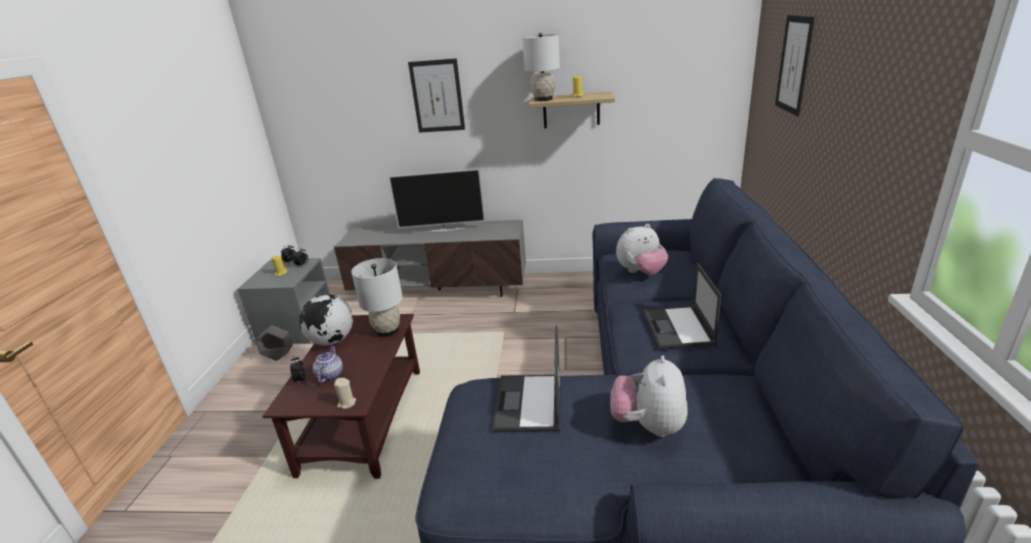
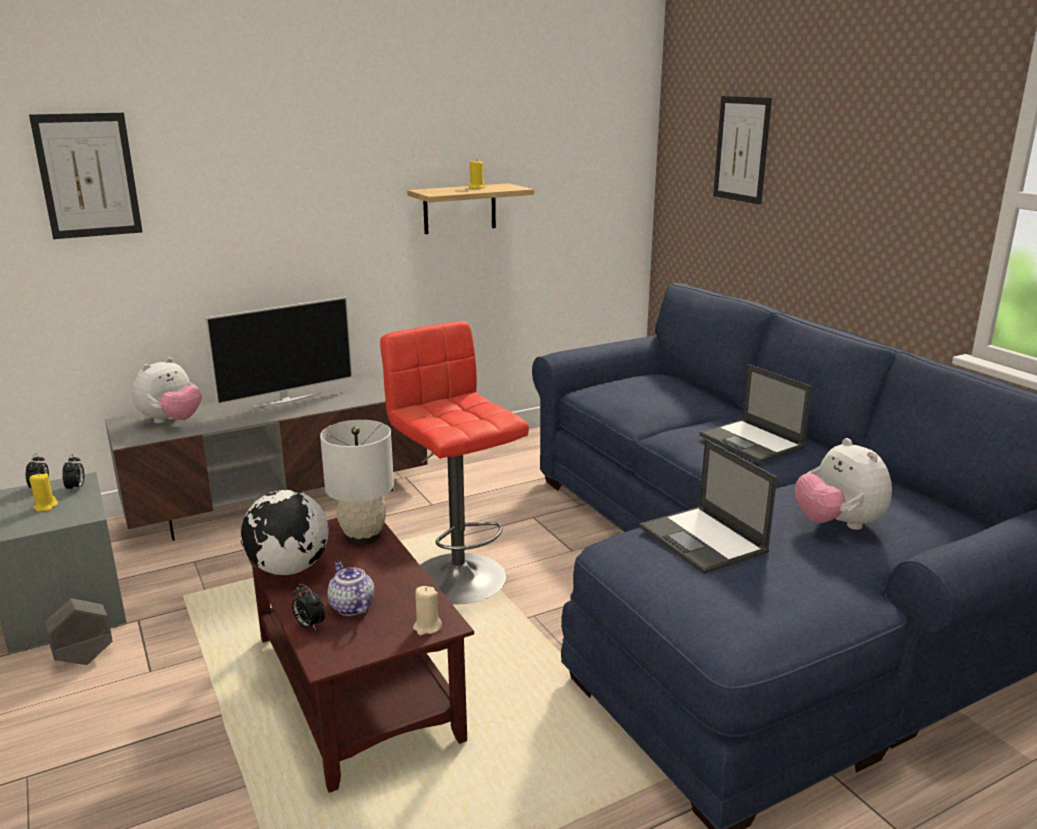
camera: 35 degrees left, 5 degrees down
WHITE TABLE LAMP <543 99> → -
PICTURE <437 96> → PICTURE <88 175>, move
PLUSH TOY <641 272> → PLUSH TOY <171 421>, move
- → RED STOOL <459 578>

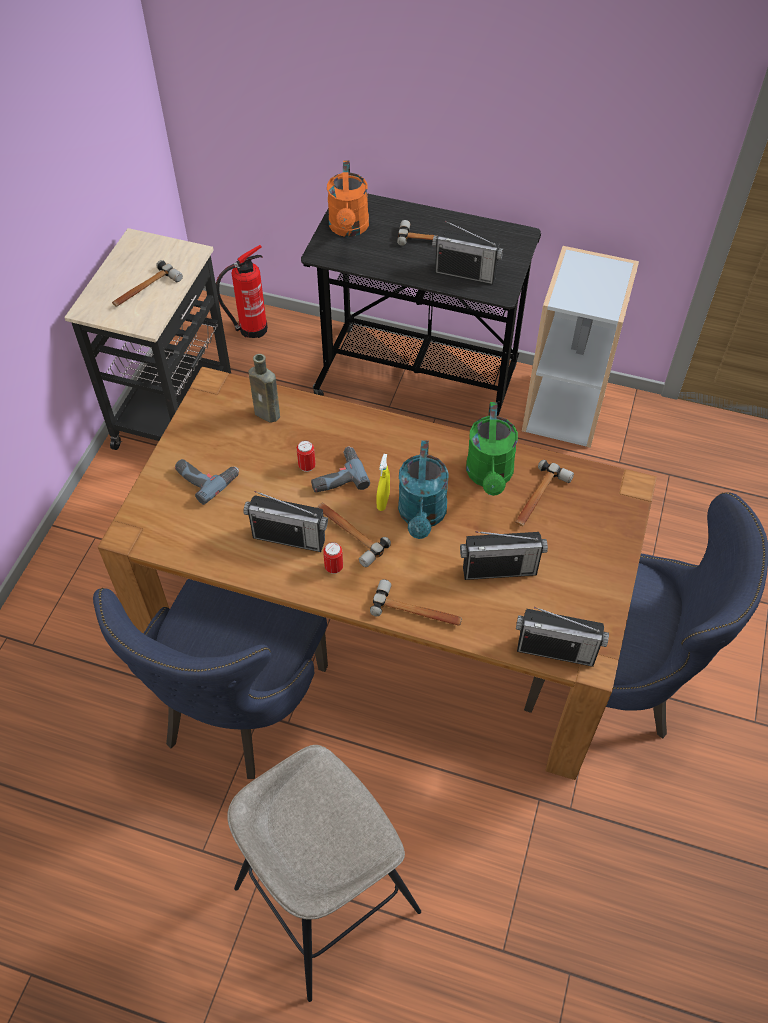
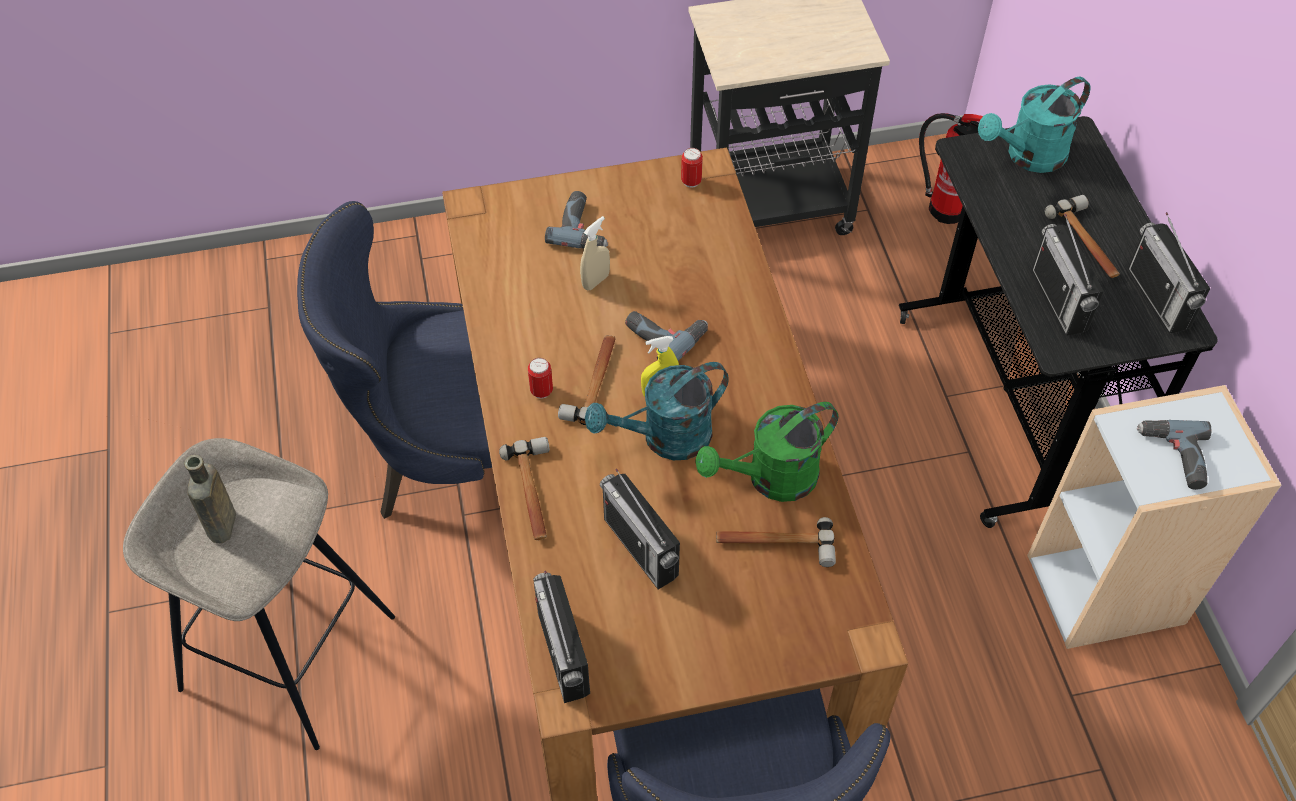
camera: 60 degrees right, 0 degrees up
ORANGE WATERING CAN <349 229> → TURQUOISE WATERING CAN <1028 157>
HAMMER <145 290> → -
BROWN BOTTLE <269 414> → BROWN BOTTLE <222 528>, move
CAN <307 466> → CAN <691 181>, move
RADIO <289 538> → RADIO <1158 298>, move
- → BEIGE SPRAY BOTTLE <596 281>
- → POWER DRILL <1174 457>

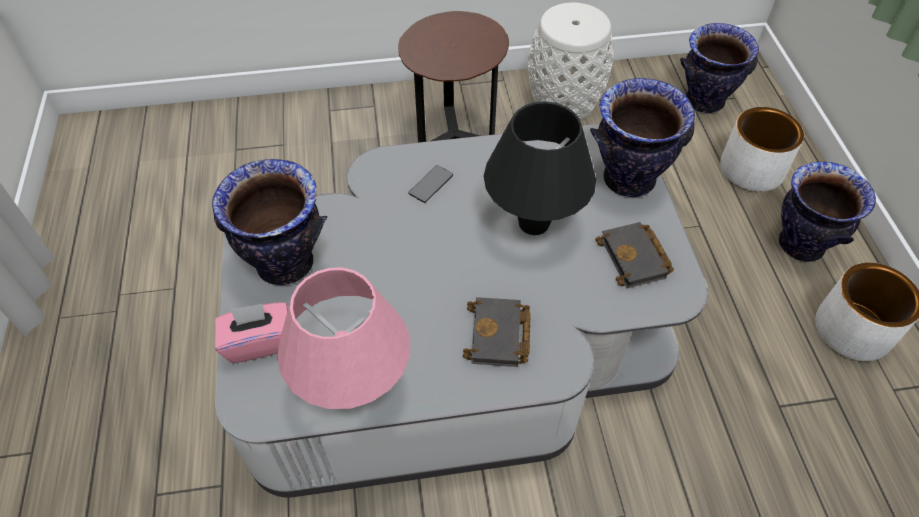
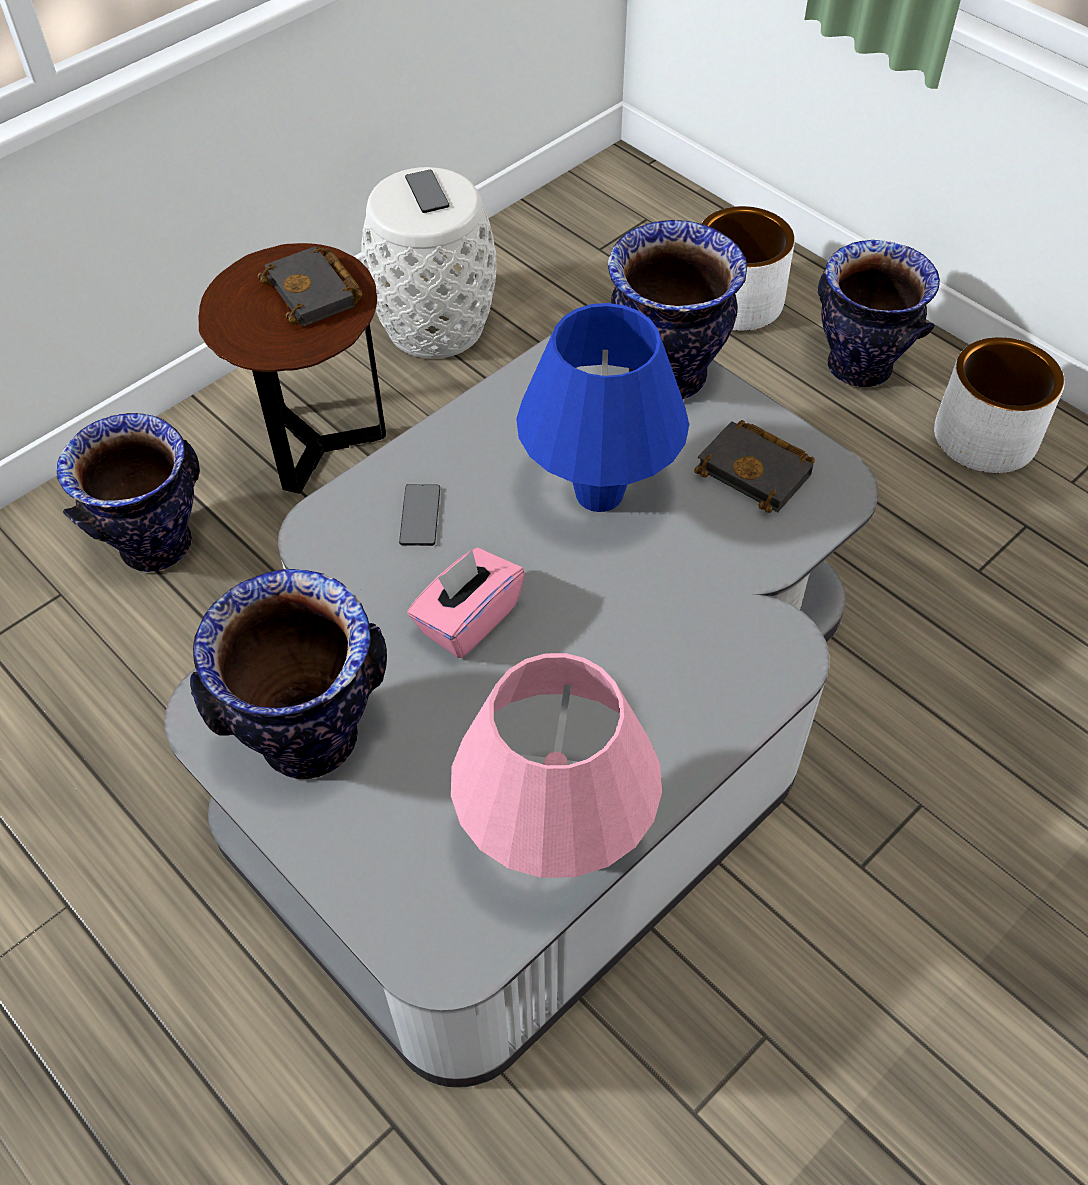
camera: 35 degrees left, 0 degrees up
VASE <704 101> → VASE <155 545>, move
BLACK TABLE LAMP <533 223> → BLUE TABLE LAMP <599 494>
BLACK BOOK <499 337> → BLACK BOOK <316 293>, move
PINK TISSUE BOX <259 342> → PINK TISSUE BOX <468 619>, move
- → PHONE <427 192>

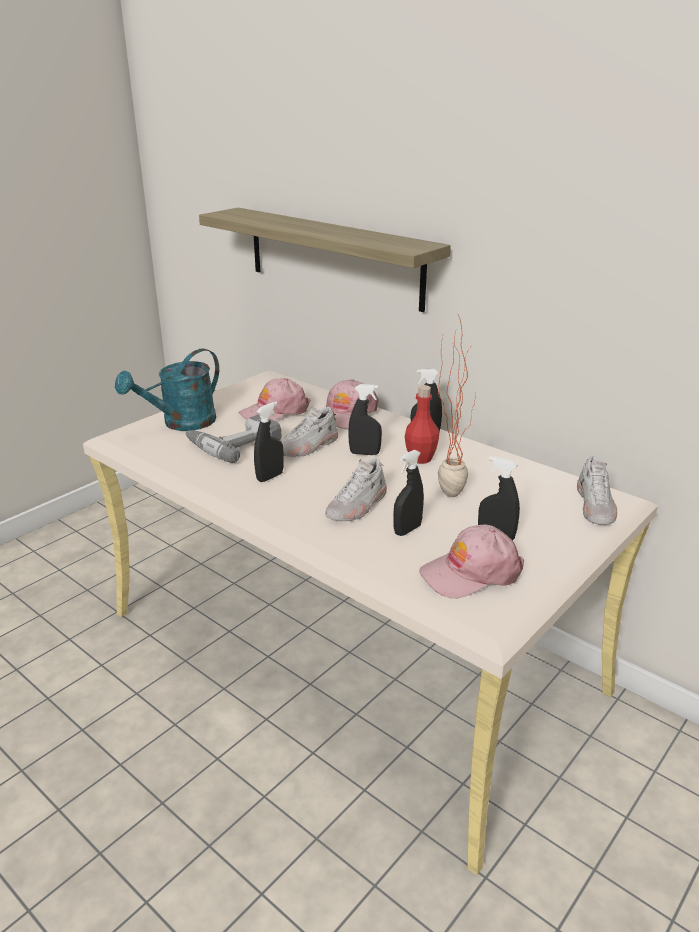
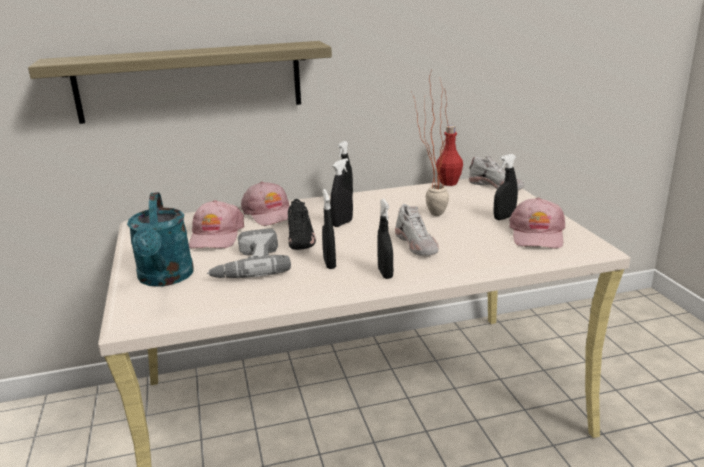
camera: 55 degrees left, 5 degrees down
RED BOTTLE <420 458> → RED BOTTLE <449 183>, move
WHITE SHOE <307 447> → BLACK SHOE <301 239>
BLACK SPRAY BOTTLE <407 530> → BLACK SPRAY BOTTLE <385 273>, move

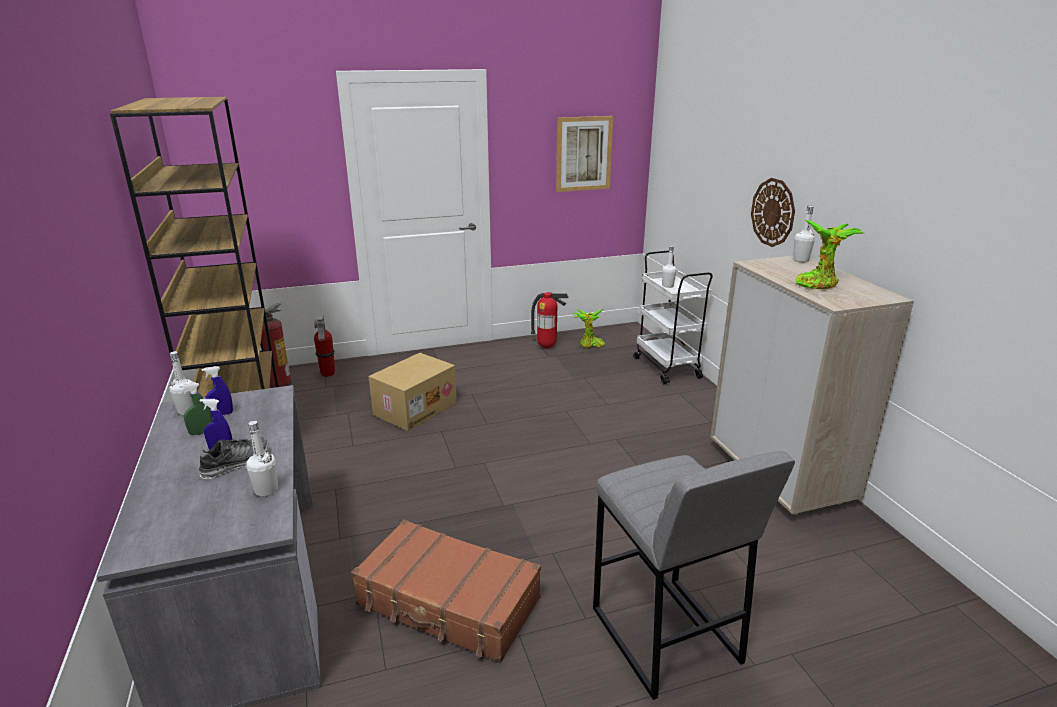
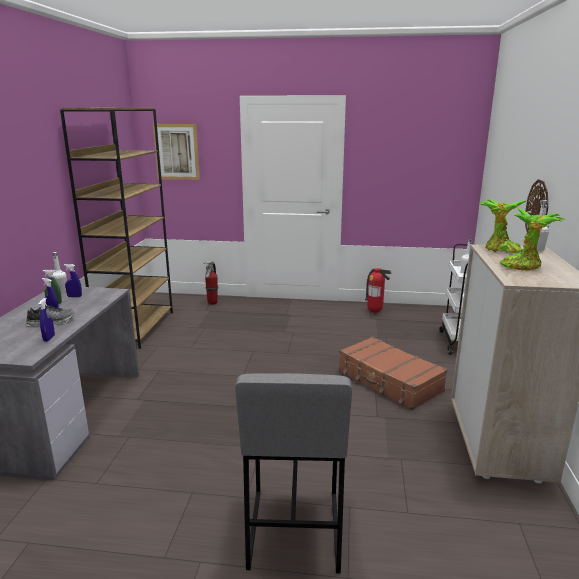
camera: 25 degrees right, 5 degrees down
PICTURE <583 154> → PICTURE <176 152>, move
FIRE EXTINGUISHER <280 383> → -
POTTED PLANT <590 345> → POTTED PLANT <499 250>, move
CARDBOARD BOX <415 408> → -
WHITE BOTTLE <266 490> → BLUE SPRAY BOTTLE <49 338>
BROWN SUITCASE <448 603> → BROWN SUITCASE <389 382>, move

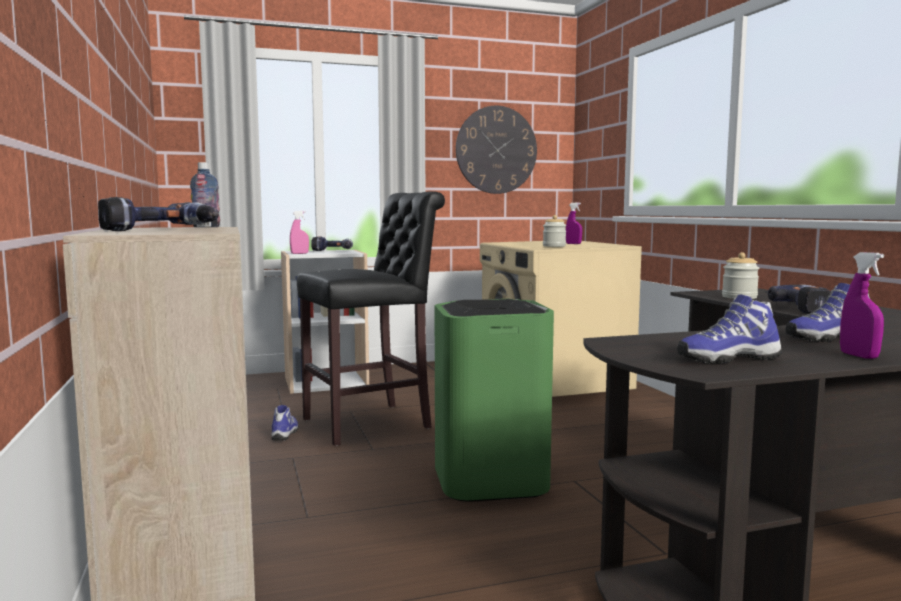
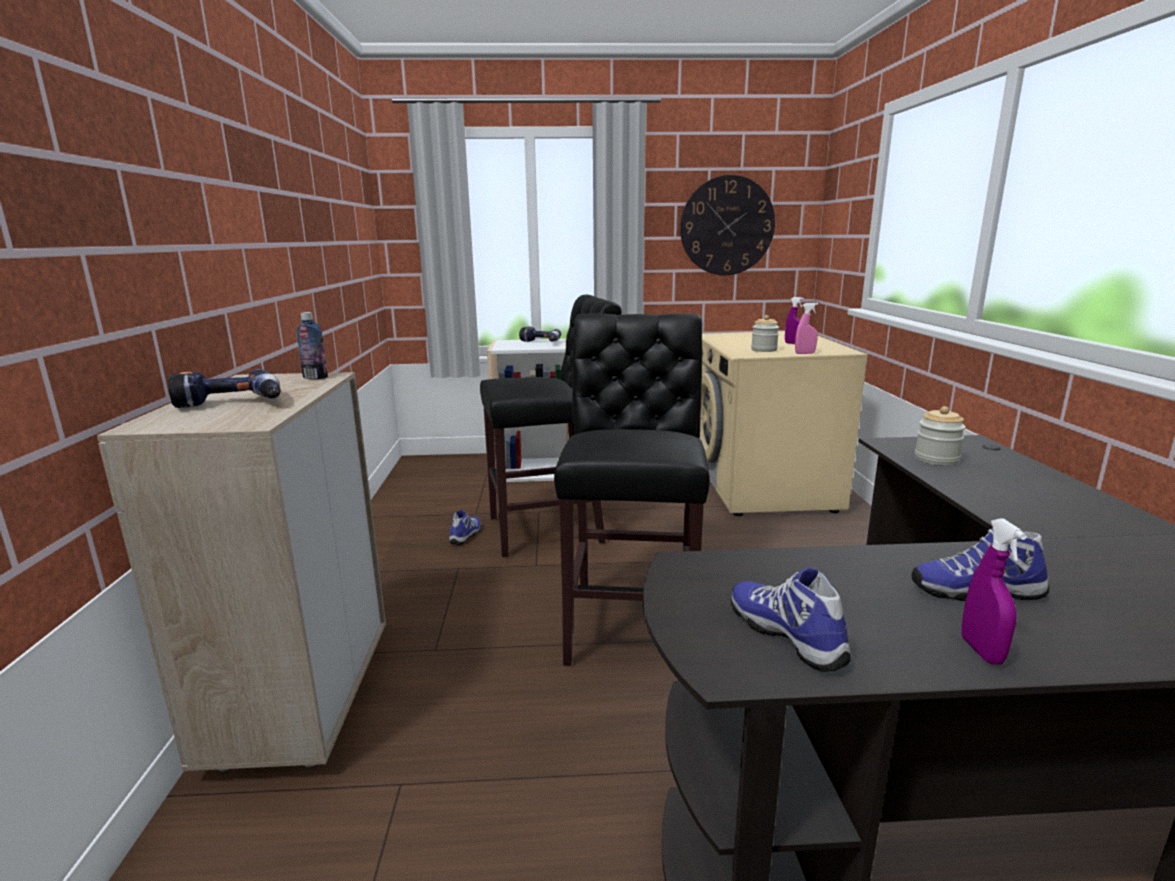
camera: 15 degrees right, 10 degrees up
PINK SPRAY BOTTLE <299 253> → PINK SPRAY BOTTLE <805 353>, move
POWER DRILL <811 309> → -
SHOE <727 359> → SHOE <788 635>, 60 degrees clockwise
GREEN TRASH CAN <491 478> → BLACK STOOL <633 622>

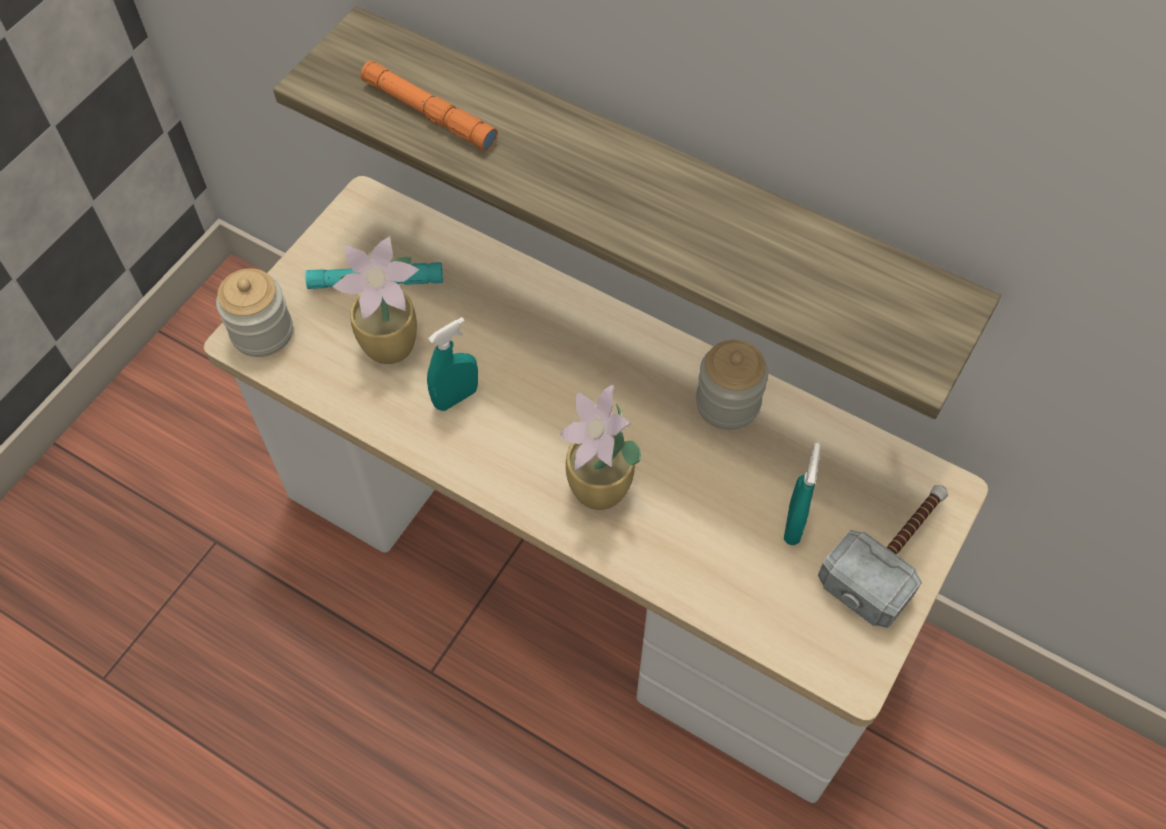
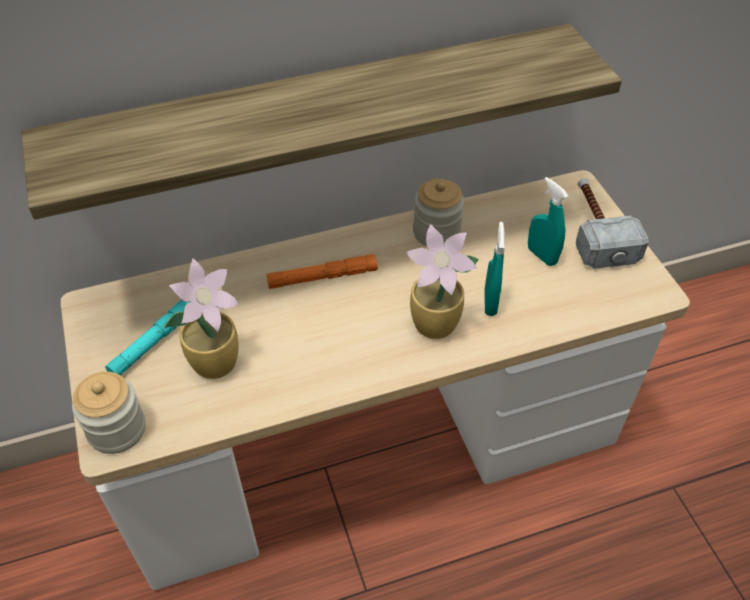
camera: 50 degrees left, 10 degrees down
ORANGE FLASHLIGHT <429 113> → ORANGE FLASHLIGHT <322 277>, move
TURQUOISE SPRAY BOTTLE <456 397> → TURQUOISE SPRAY BOTTLE <490 303>, move

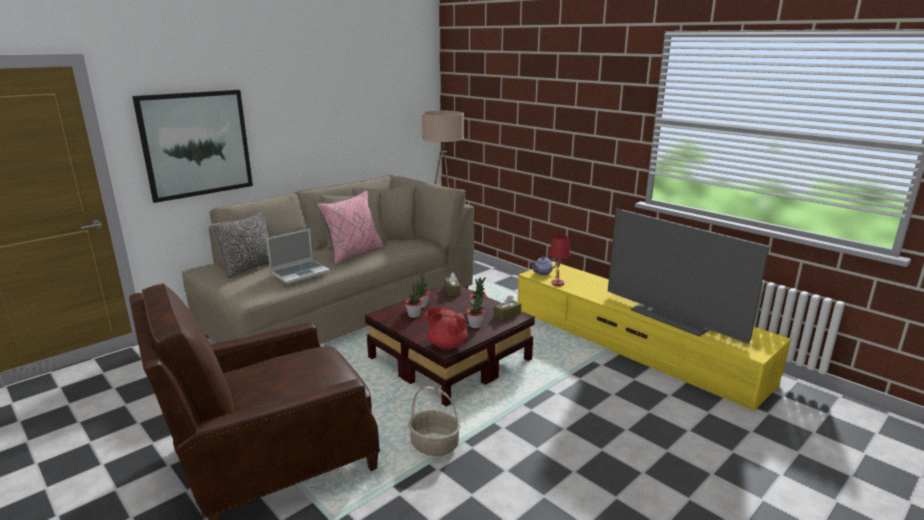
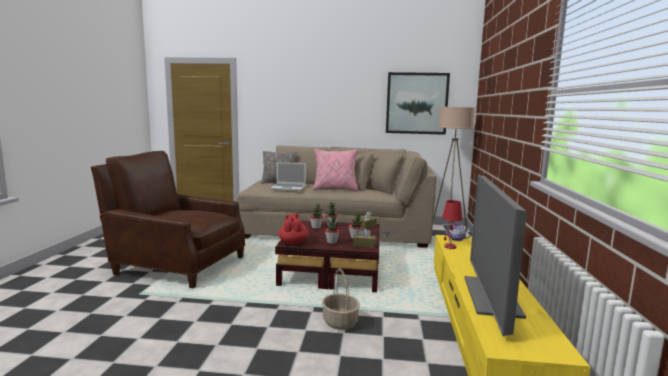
camera: 50 degrees right, 10 degrees down
PICTURE <196 144> → PICTURE <416 103>, move
BASKET <435 445> → BASKET <340 322>, move

